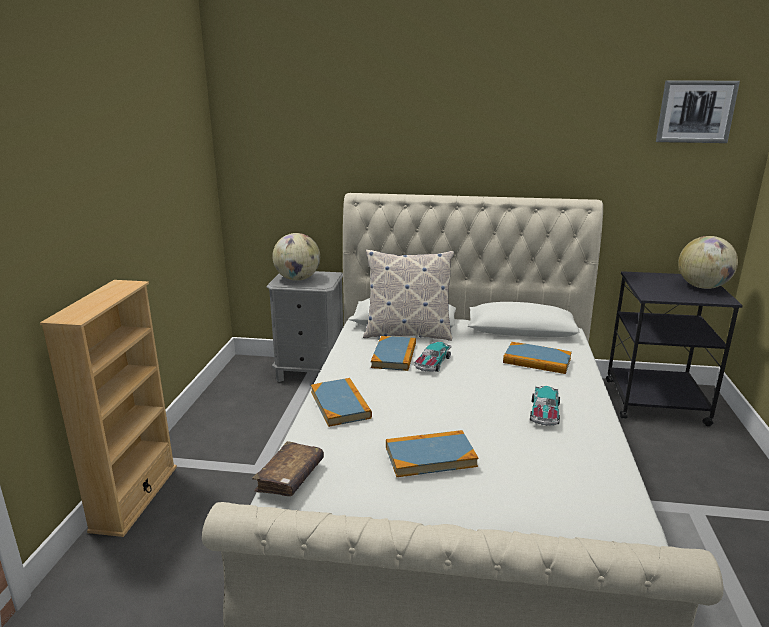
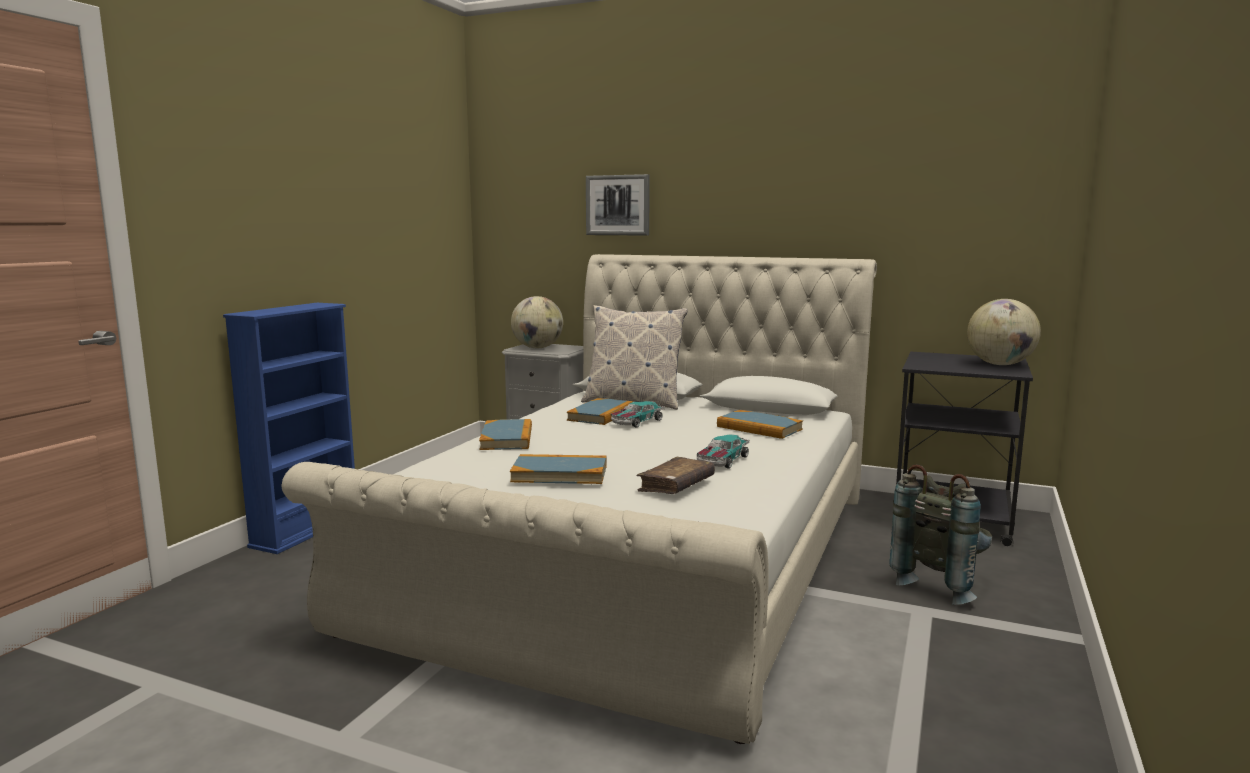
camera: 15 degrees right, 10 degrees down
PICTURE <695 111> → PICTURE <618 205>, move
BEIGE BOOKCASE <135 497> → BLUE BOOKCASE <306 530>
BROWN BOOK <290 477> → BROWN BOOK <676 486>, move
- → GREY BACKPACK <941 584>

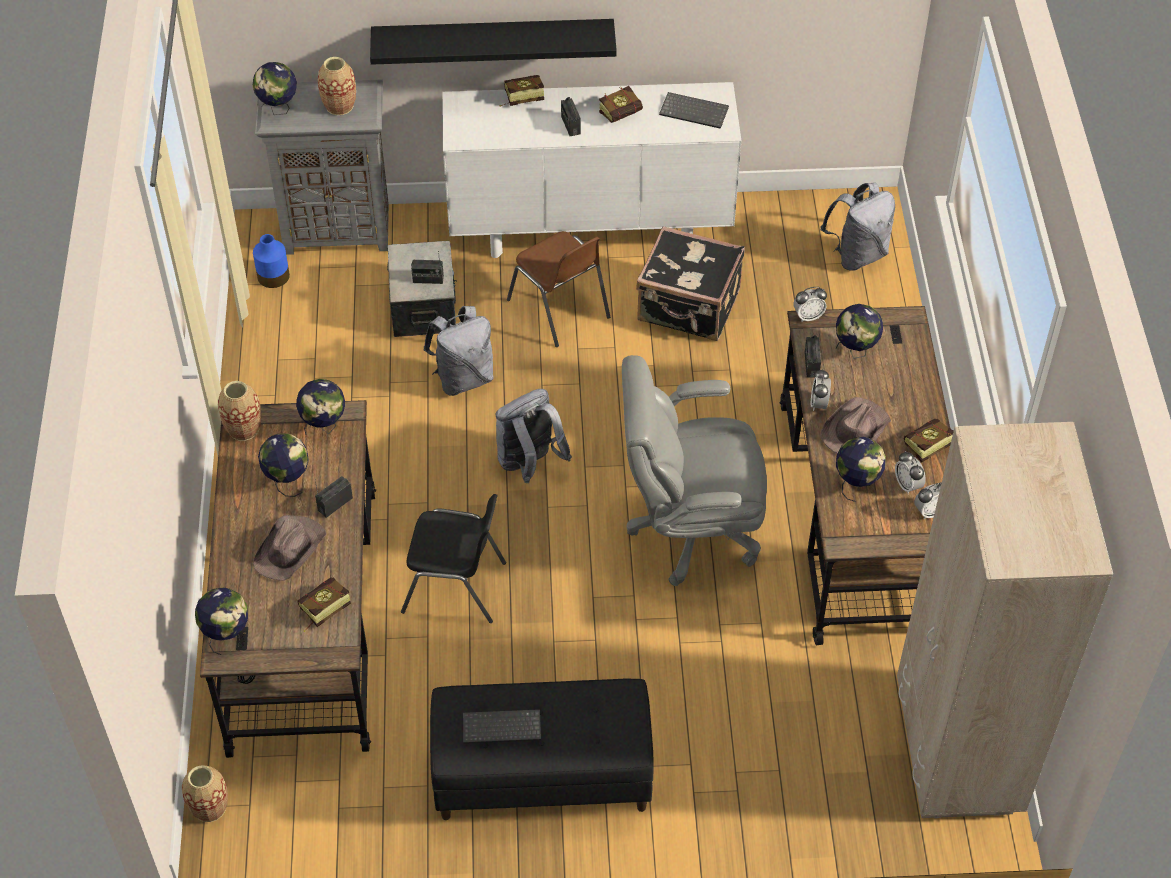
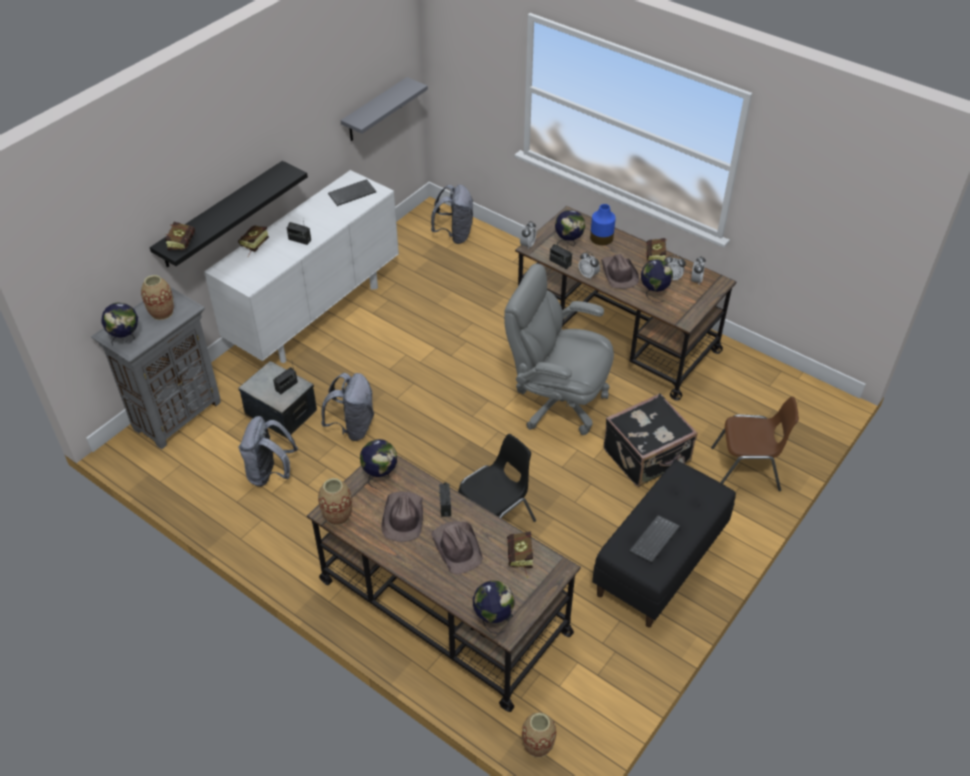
camera: 50 degrees left, 5 degrees down
BOOK <624 113> → BOOK <183 242>, move
BLACK SUITCASE <689 307> → BLACK SUITCASE <647 457>, move
BROWN CHAIR <559 309> → BROWN CHAIR <746 470>, move
BLUE VASE <273 276> → BLUE VASE <602 237>, move
GREY OFFICE CHAIR <688 529> → GREY OFFICE CHAIR <557 401>, 75 degrees clockwise
GREY BACKPACK <529 464> → GREY BACKPACK <270 473>, move
BEIGE WARDROBE <957 750> → -
GLOBE <287 481> → BROWN HAT <403 518>
- → GREY SHELF <375 110>

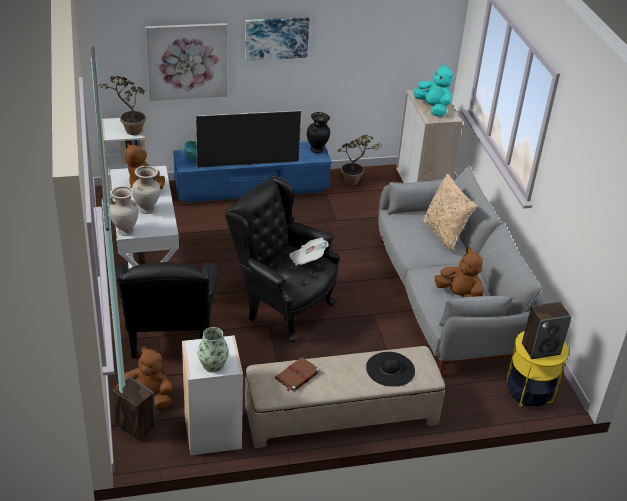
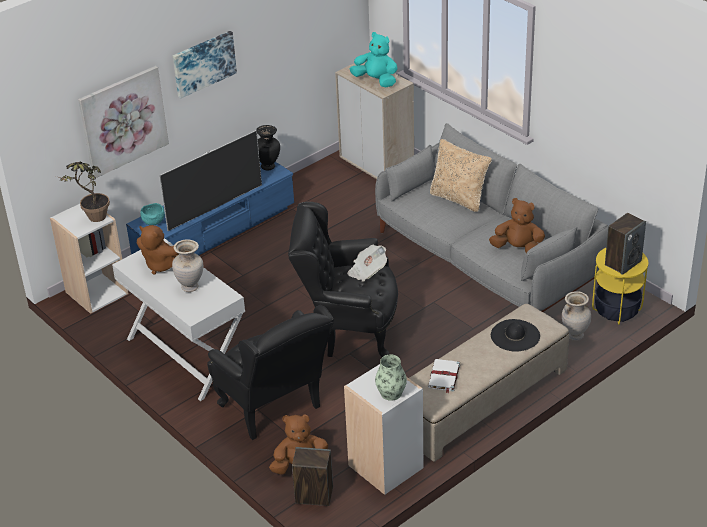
camera: 25 degrees left, 0 degrees up
POTTED PLANT <355 183> → -
BEIGE VASE <125 231> → BEIGE VASE <574 335>, move
BROWN BOOK <297 376> → WHITE BOOK <444 377>

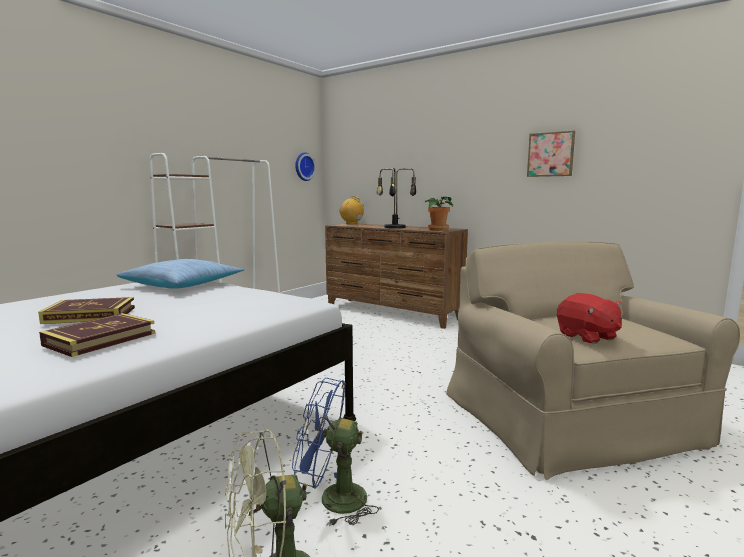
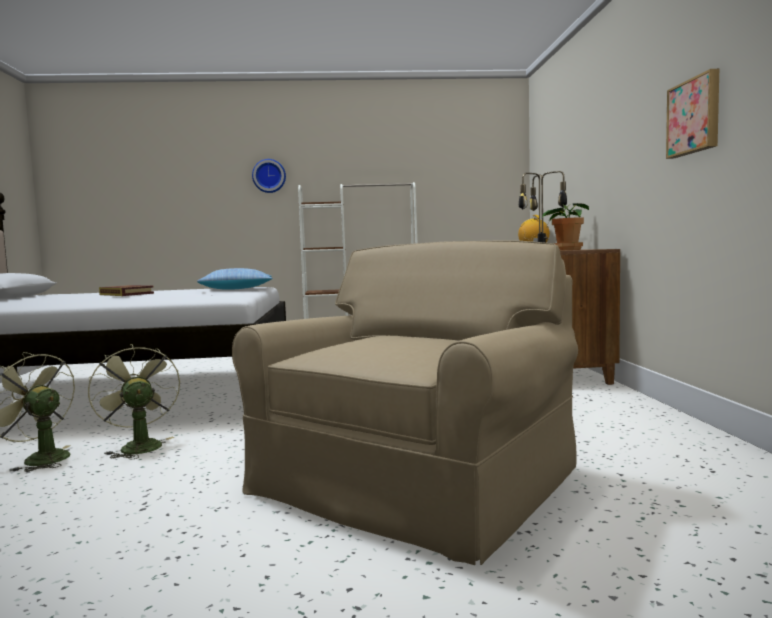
camera: 50 degrees right, 5 degrees down
WALL CLOCK <303 166> → WALL CLOCK <269 176>, move
RED PLUSH TOY <587 337> → -
BOOK <100 339> → -
BLUE FAN <332 499> → GREEN FAN <138 446>

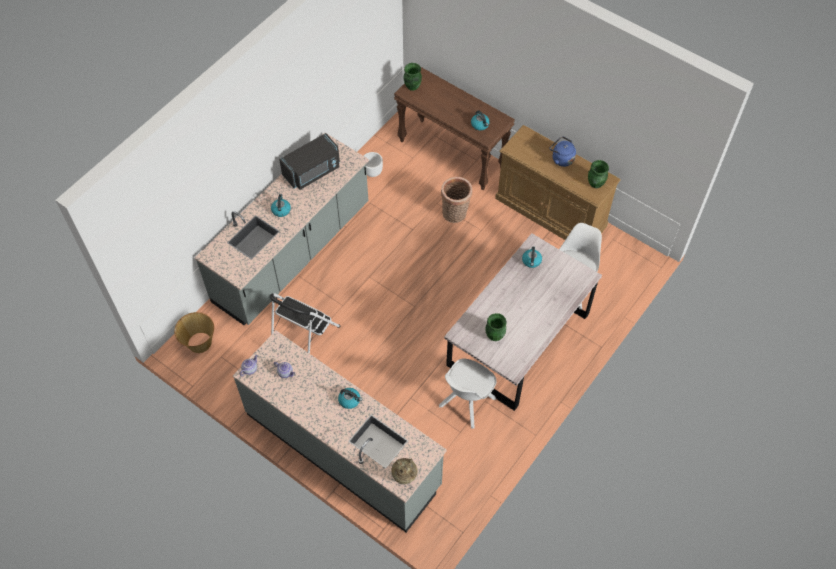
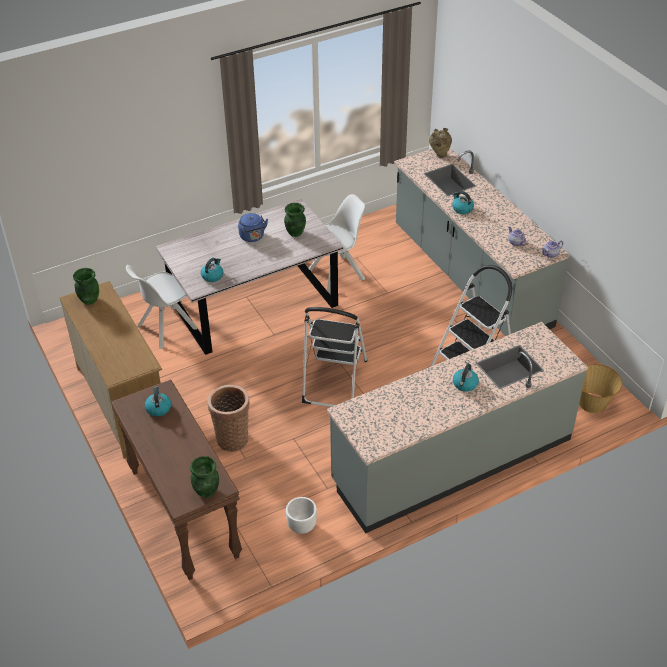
camera: 155 degrees left, 15 degrees down
BLACK MICROWAVE <312 171> → -
BLUE KETTLE <561 159> → BLUE KETTLE <253 237>, move
- → STEP LADDER <333 383>

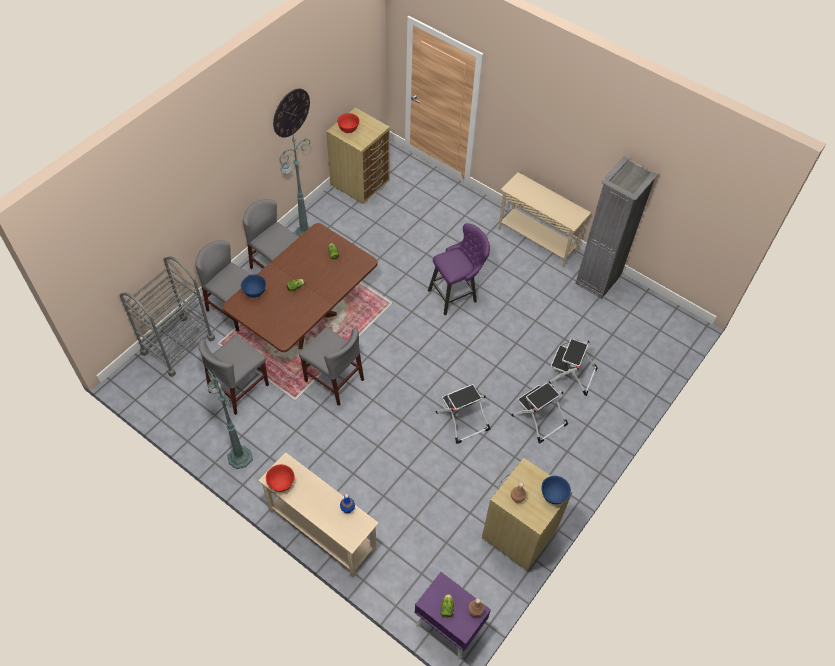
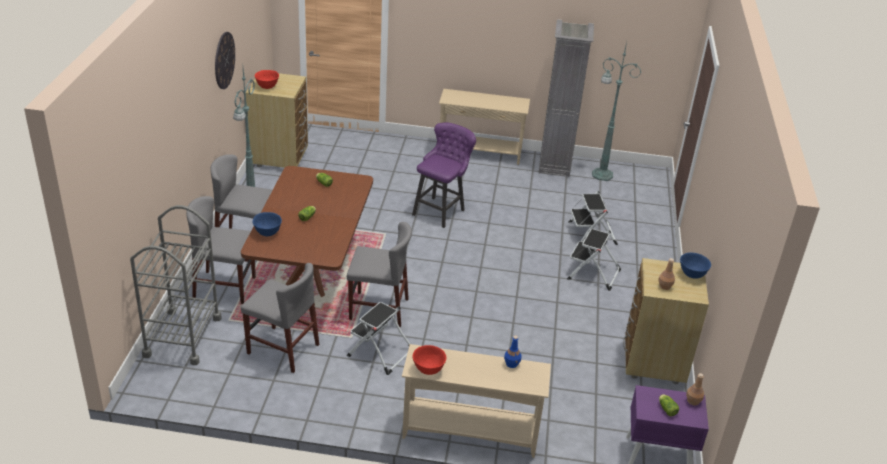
camera: 30 degrees left, 20 degrees down
GREY CHAIR <239 388> → GREY CHAIR <283 349>, 75 degrees counterclockwise
GREEN FLOOR LAMP <239 456> → GREEN FLOOR LAMP <601 174>, move
STEP LADDER <463 418> → STEP LADDER <380 351>, move

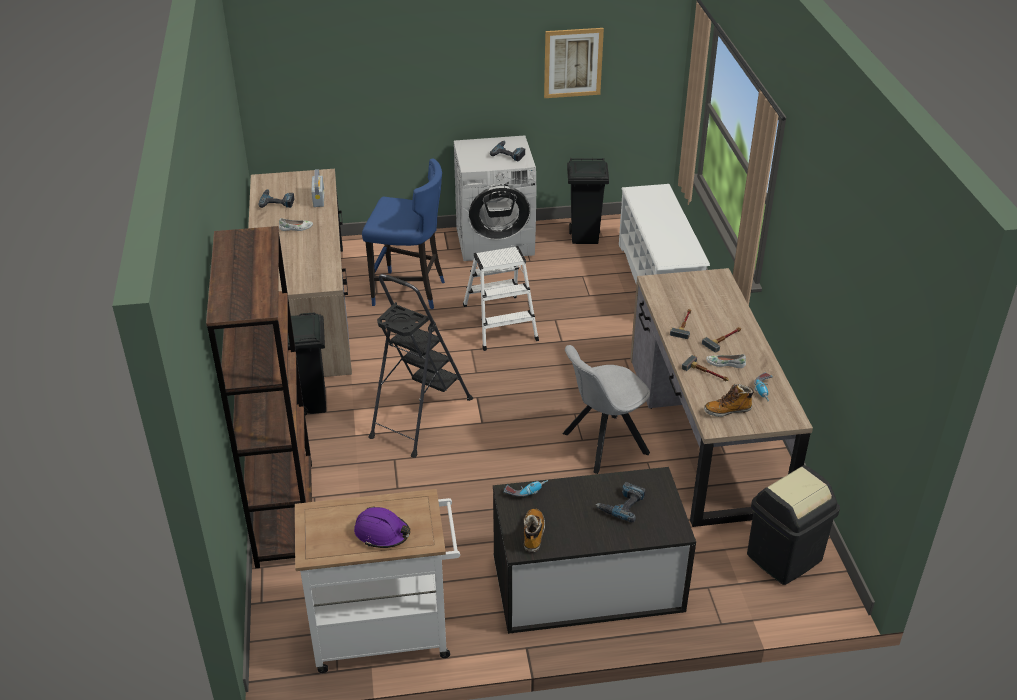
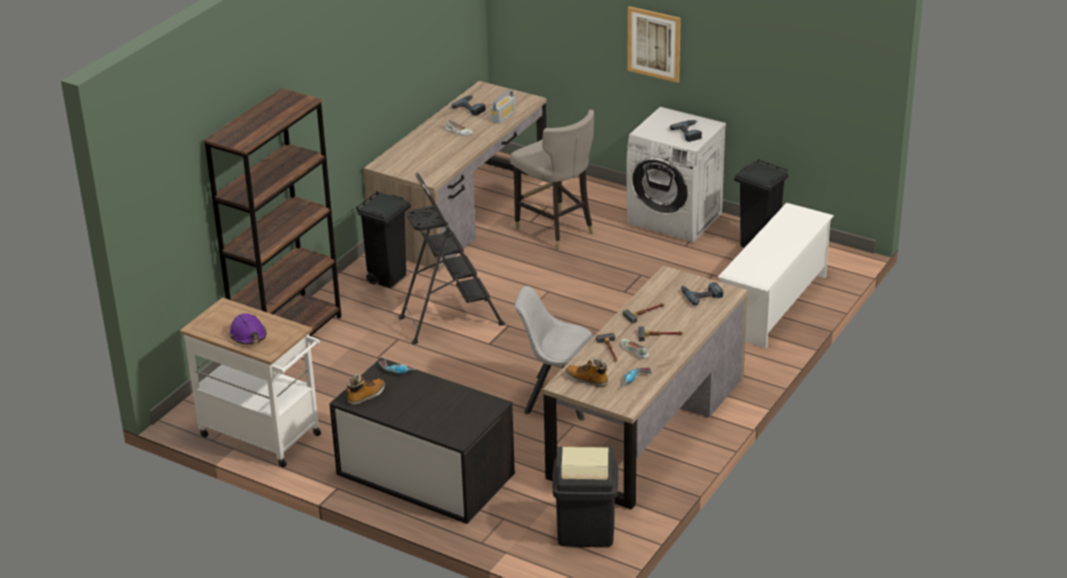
camera: 40 degrees right, 5 degrees down
PICTURE <573 63> → PICTURE <654 44>, move
BLUE STOOL <409 292> → GREY STOOL <556 230>
WHITE STEP LADDER <500 322> → -
POWER DRILL <622 505> → POWER DRILL <701 295>, move

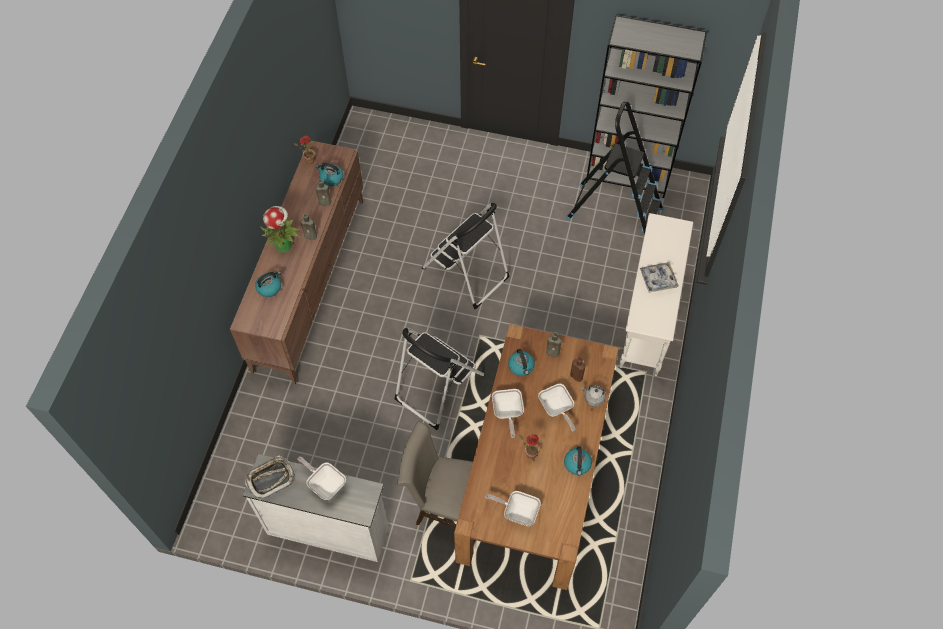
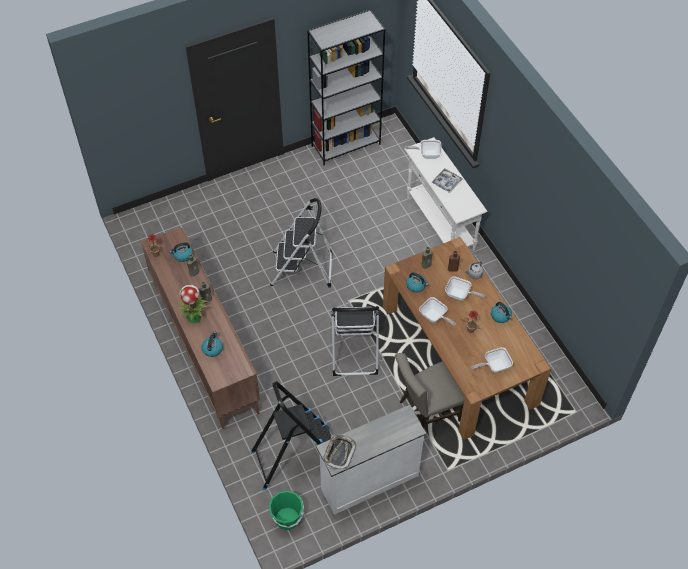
camera: 40 degrees left, 5 degrees down
BLACK STEP LADDER <615 213> → BLACK STEP LADDER <297 458>, move
FRYING PAN <325 483> → FRYING PAN <427 154>, move
- → GREEN BUCKET <287 519>

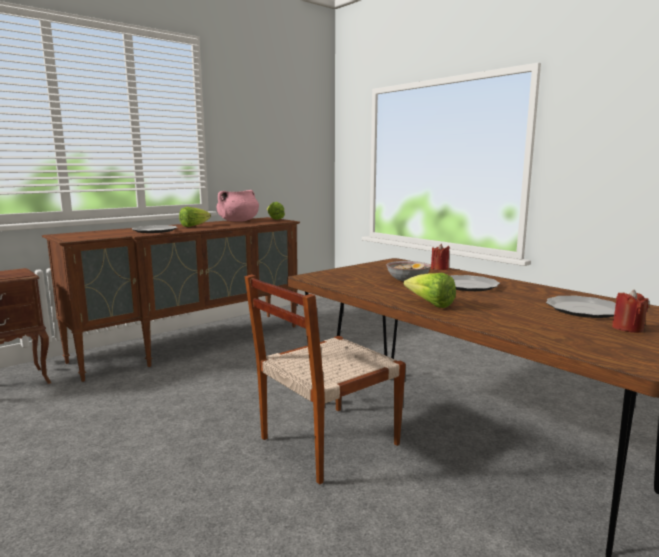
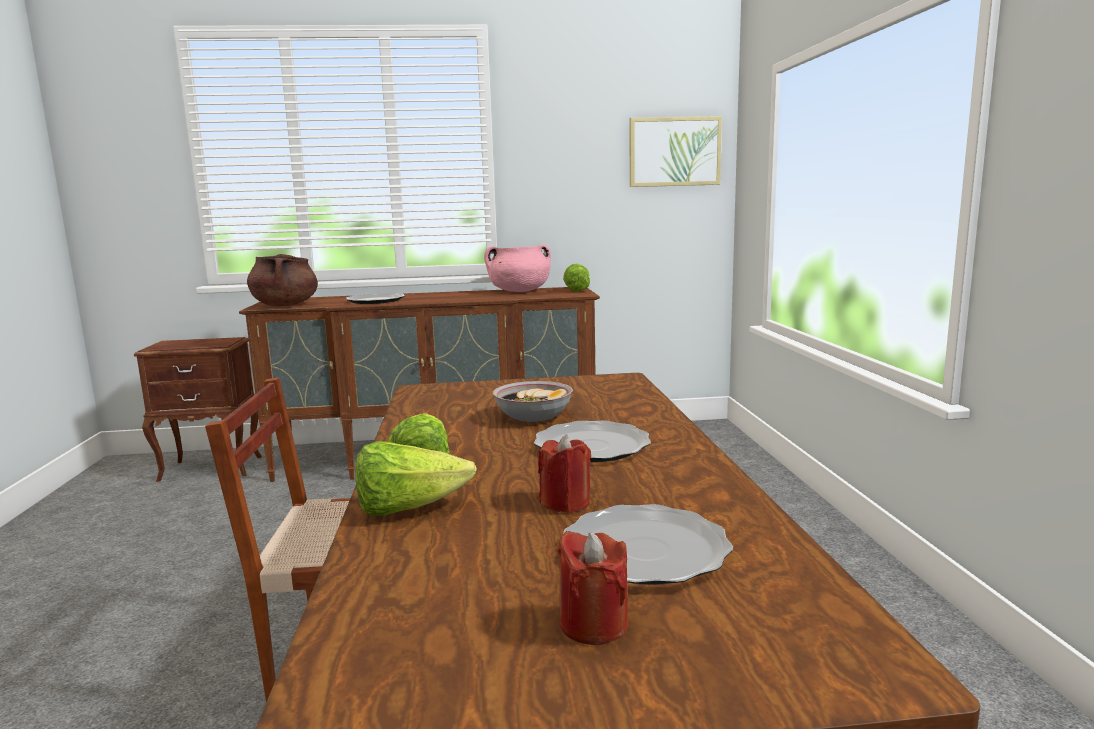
camera: 35 degrees right, 0 degrees up
LETTUCE <194 226> → LETTUCE <408 509>, move
RED CANDLE <439 269> → RED CANDLE <565 503>, move
- → PICTURE <674 152>
- → BROWN COOKING POT <285 305>

